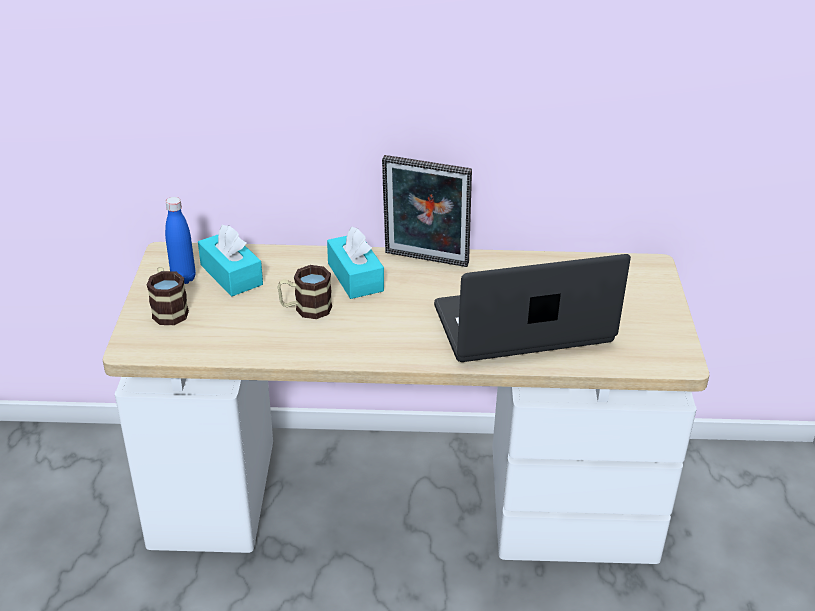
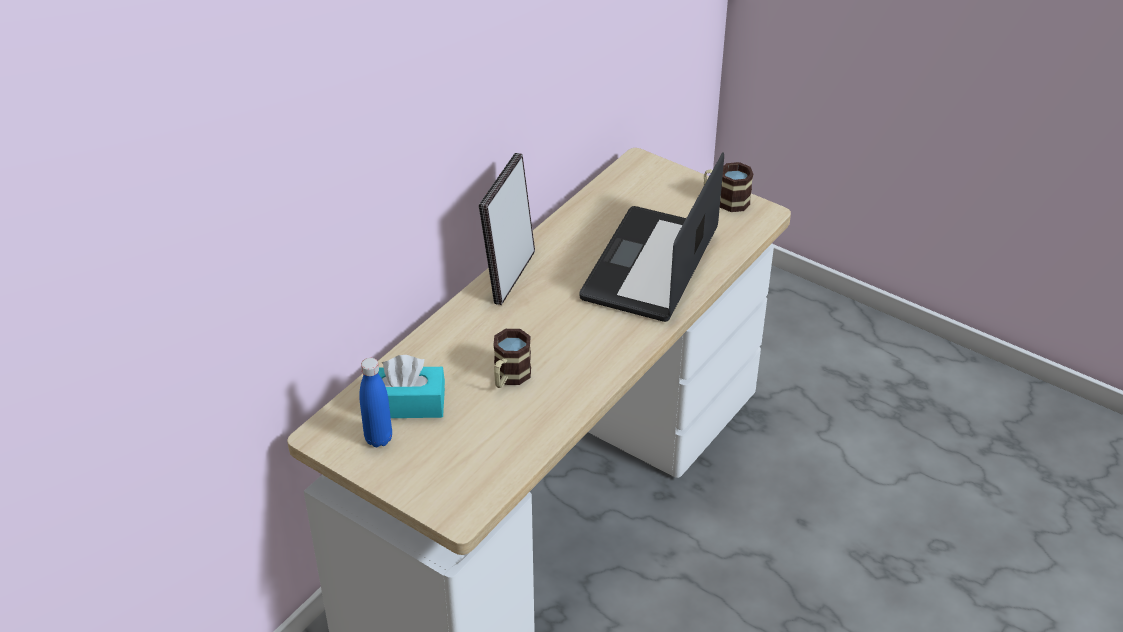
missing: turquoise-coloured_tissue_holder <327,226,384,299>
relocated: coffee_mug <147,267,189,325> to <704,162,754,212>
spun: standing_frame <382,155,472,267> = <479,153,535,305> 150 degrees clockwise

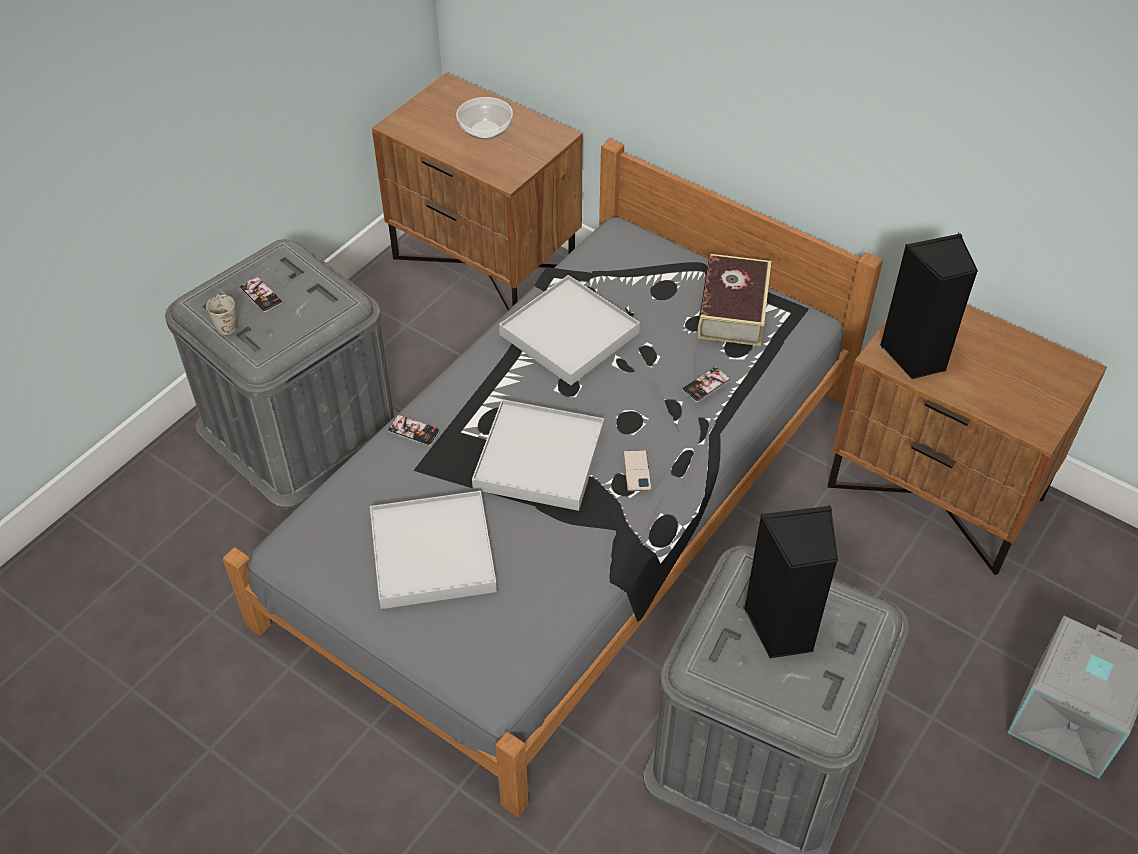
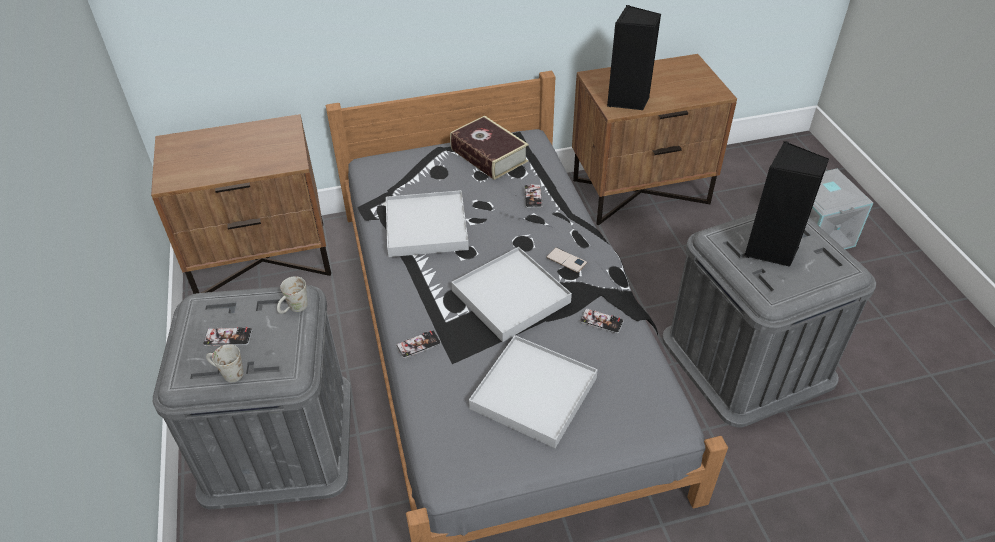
missing: deep_dish <456,97,513,140>
appeared: whitish_coffee_mug <277,276,307,314>; phone <580,308,624,334>

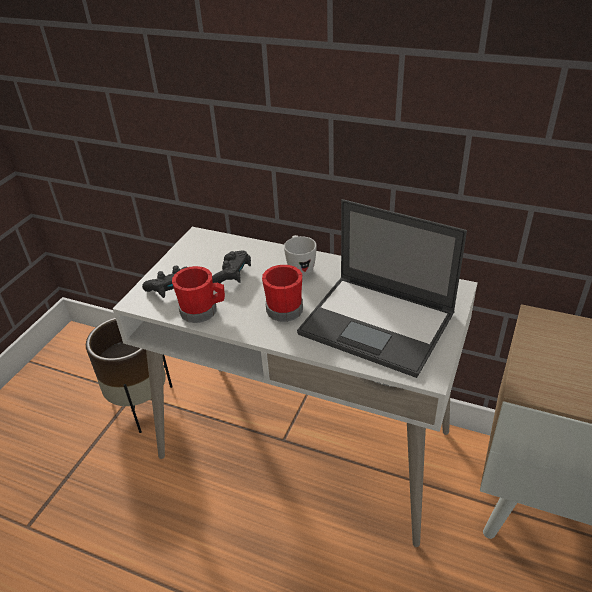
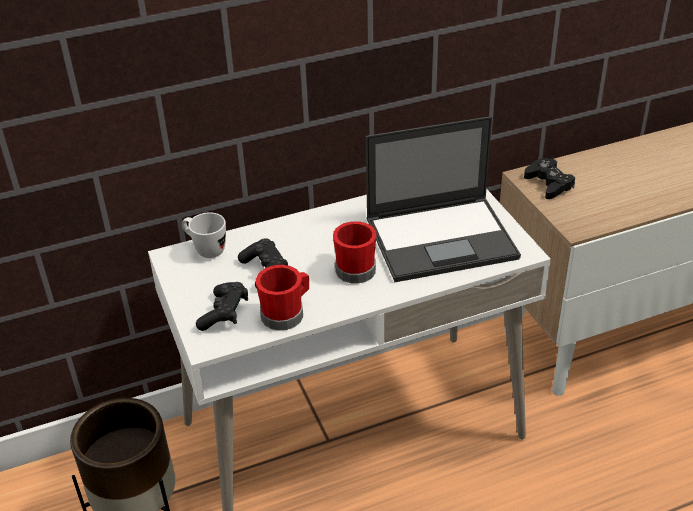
appeared: black-coloured_game_controller <524,158,575,199>
relocated: whitish_coffee_mug <284,235,317,276> to <182,212,226,258>

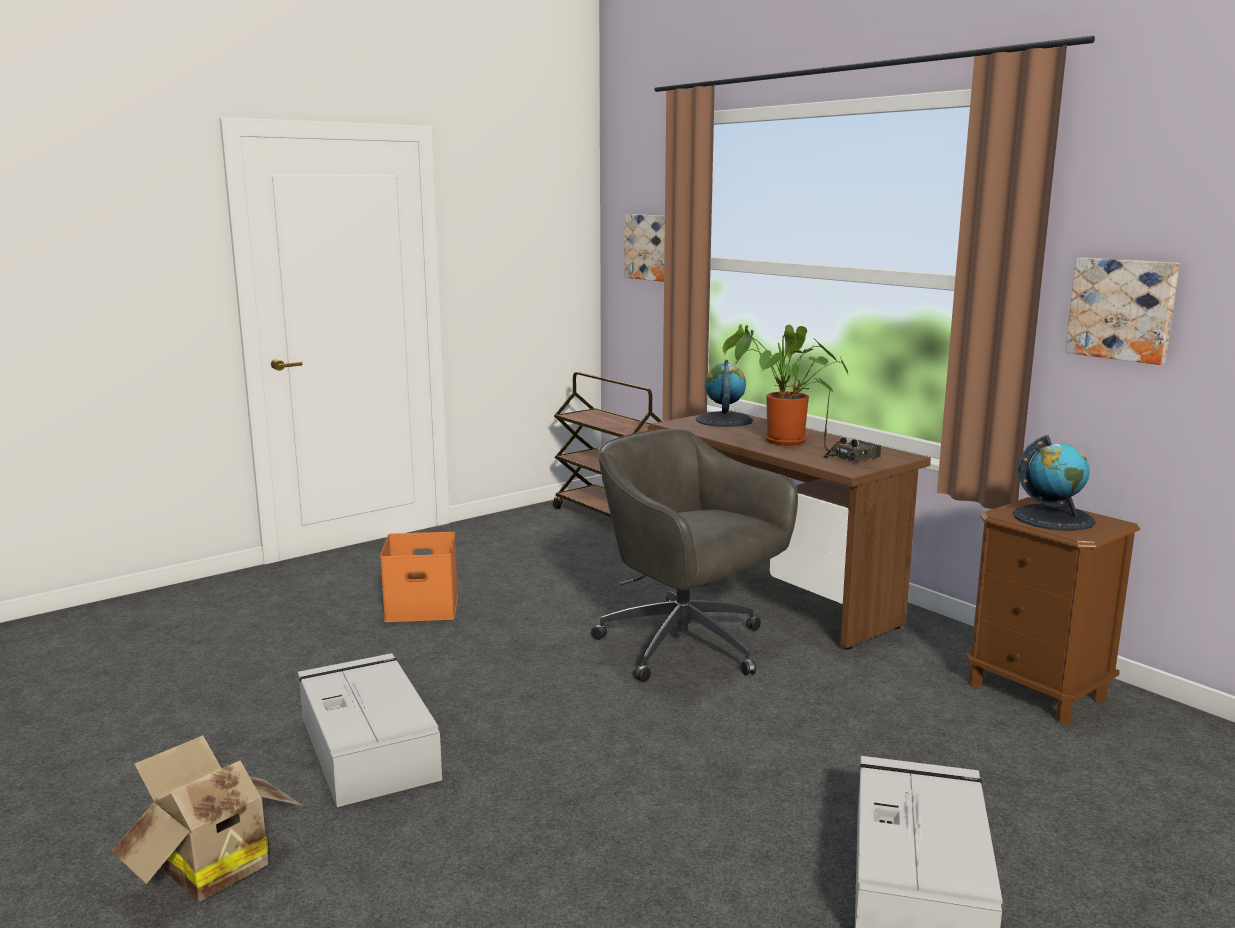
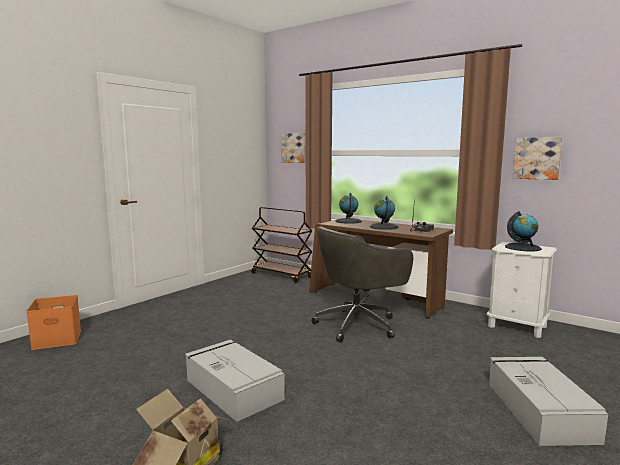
relocated: orangey_storage_box <380,532,458,622> to <27,295,81,350>
exchanged: plant_in_a_pot <723,324,849,446> to desk_globe <370,196,399,230>
colour: brown-coloured_nightstand <966,497,1140,724> to whitish_nightstand <487,242,557,338>
spun: greyish_computer_chair <591,429,798,682> = <311,226,413,342> 60 degrees counterclockwise

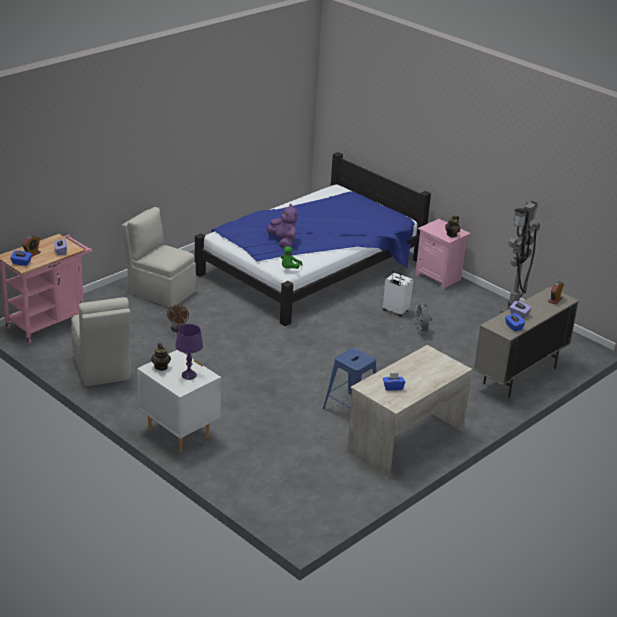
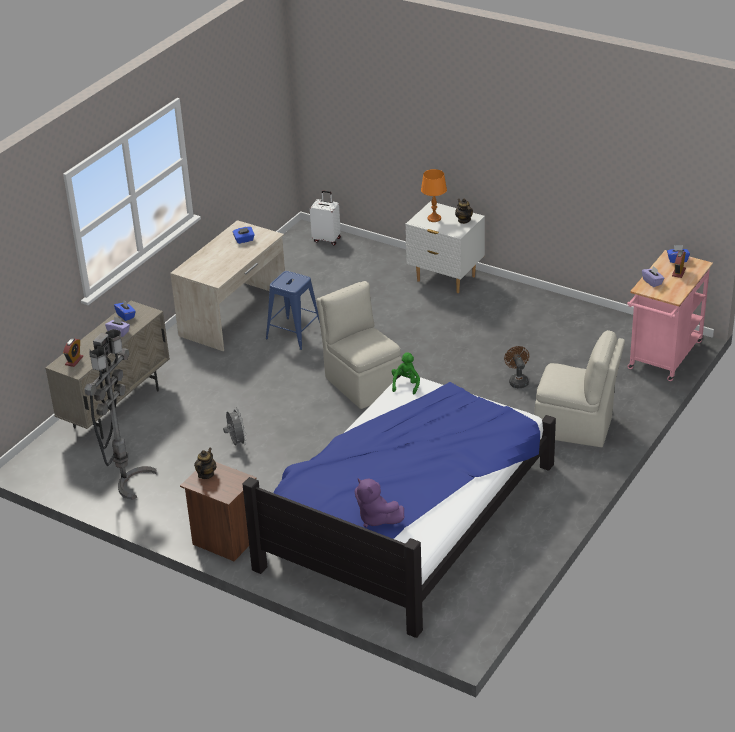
relocated: whitish_suitcase <383,271,413,317> to <310,190,341,245>; beige-coloured_chair <71,297,131,386> to <316,281,403,409>; purplish_soft_toy <267,204,298,248> to <355,478,404,527>
colour: pinkish_nightstand <415,219,470,289> to brown-coloured_nightstand <180,462,257,561>; purplish_table_lamp <175,324,203,380> to orangey_table_lamp <421,169,447,222>

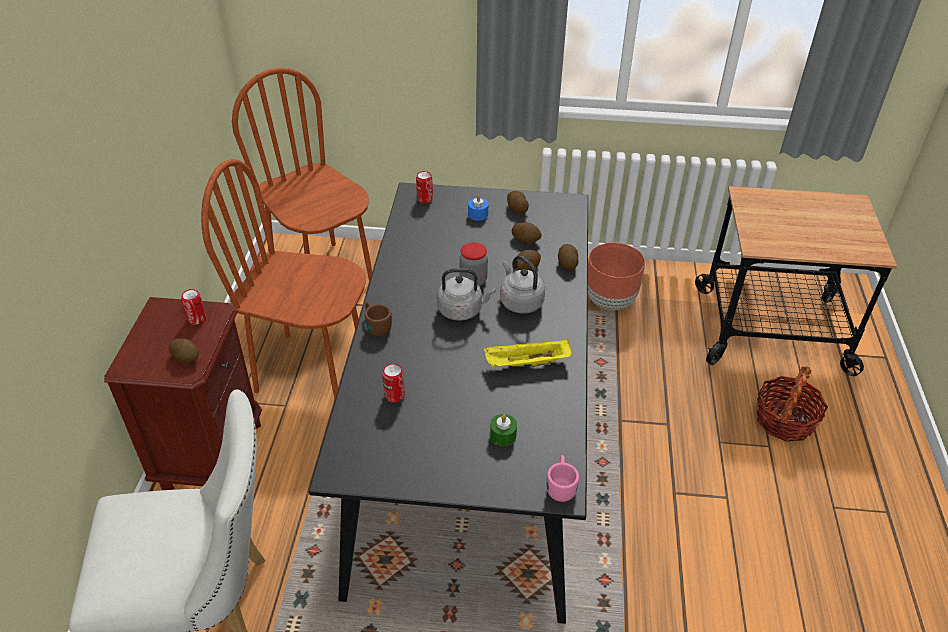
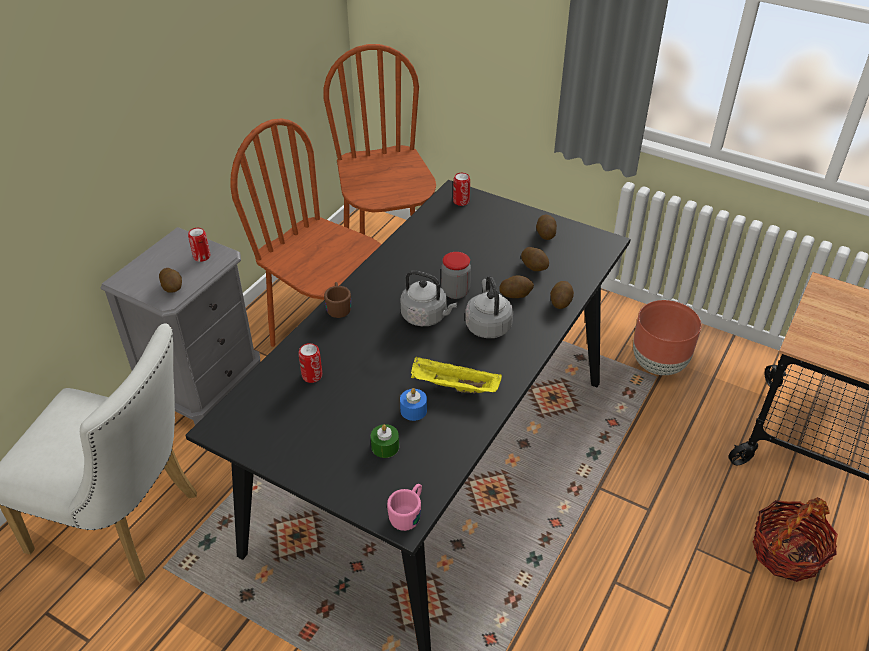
relocated: blue-coloured_wax_light <468,194,488,221> to <400,388,427,421>
colour: brown-coloured_nightstand <104,297,262,490> to greyish_nightstand <101,227,260,425>

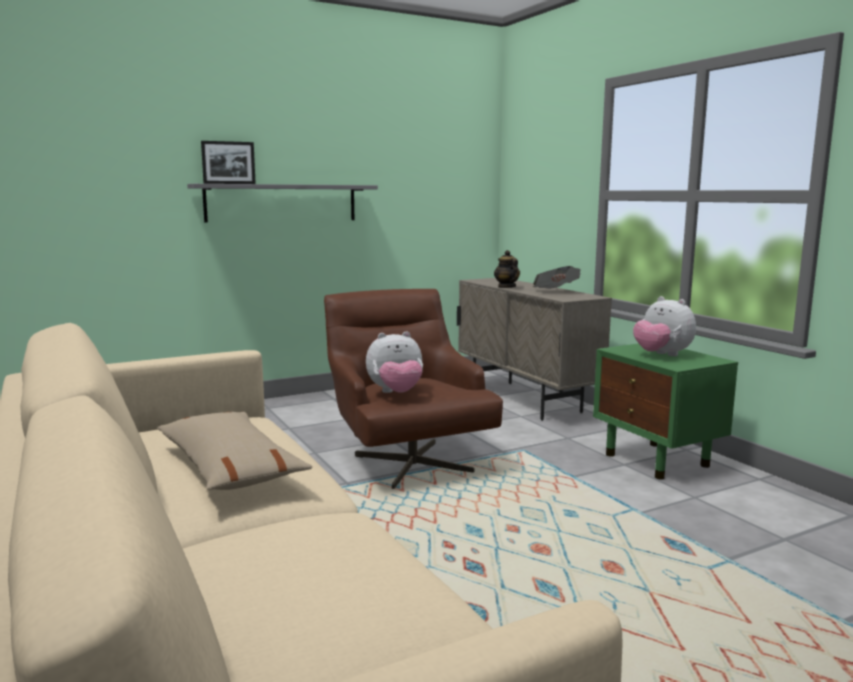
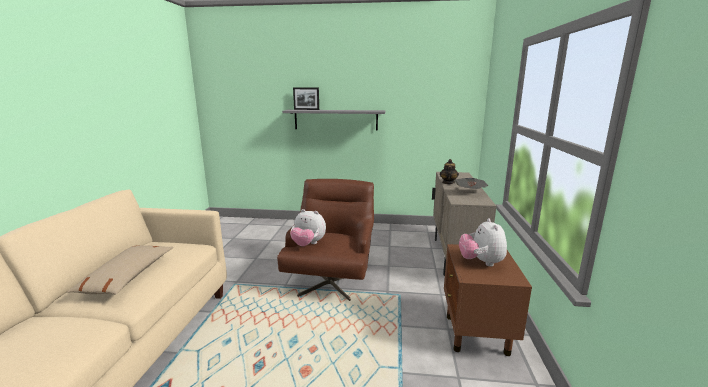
colour: greenish_nightstand <593,343,738,479> to brown-coloured_nightstand <444,244,532,356>

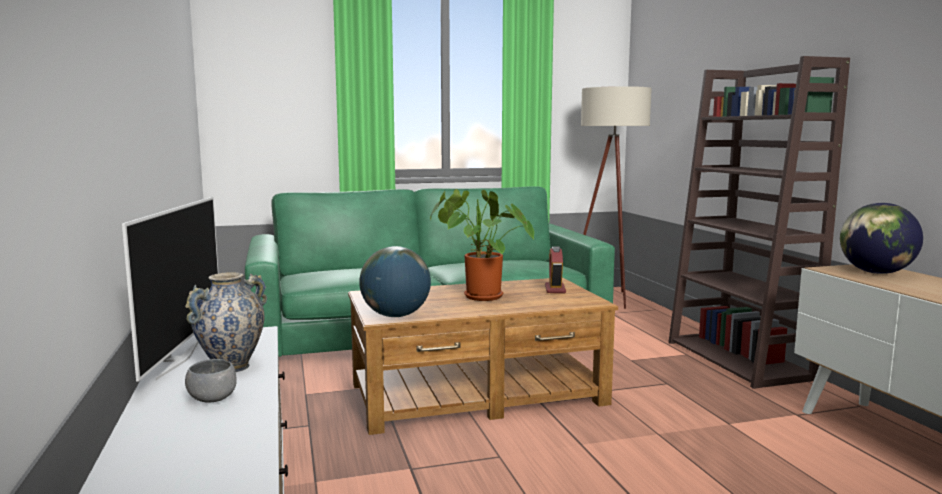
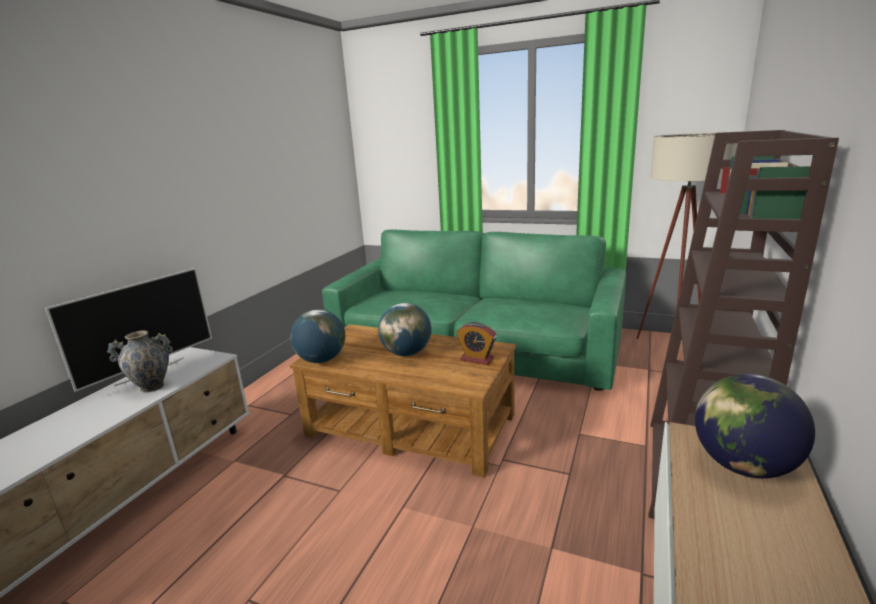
missing: greyish_deep_dish <185,359,237,402>
exchanged: plant_in_a_pot <430,189,534,301> to desk_globe <378,303,431,356>
spun: table_clock <545,246,566,293> = <456,322,497,365> 105 degrees counterclockwise

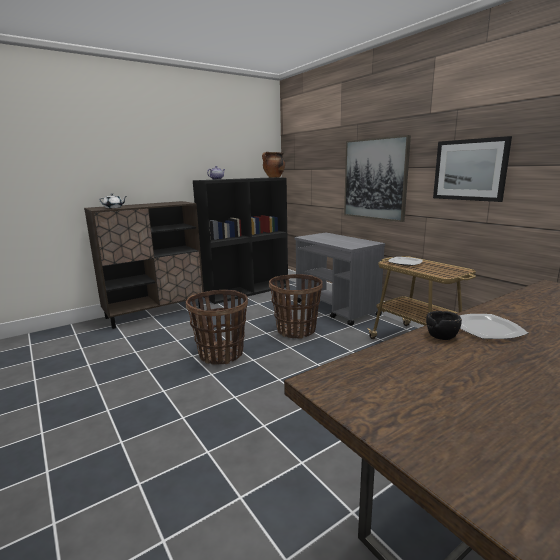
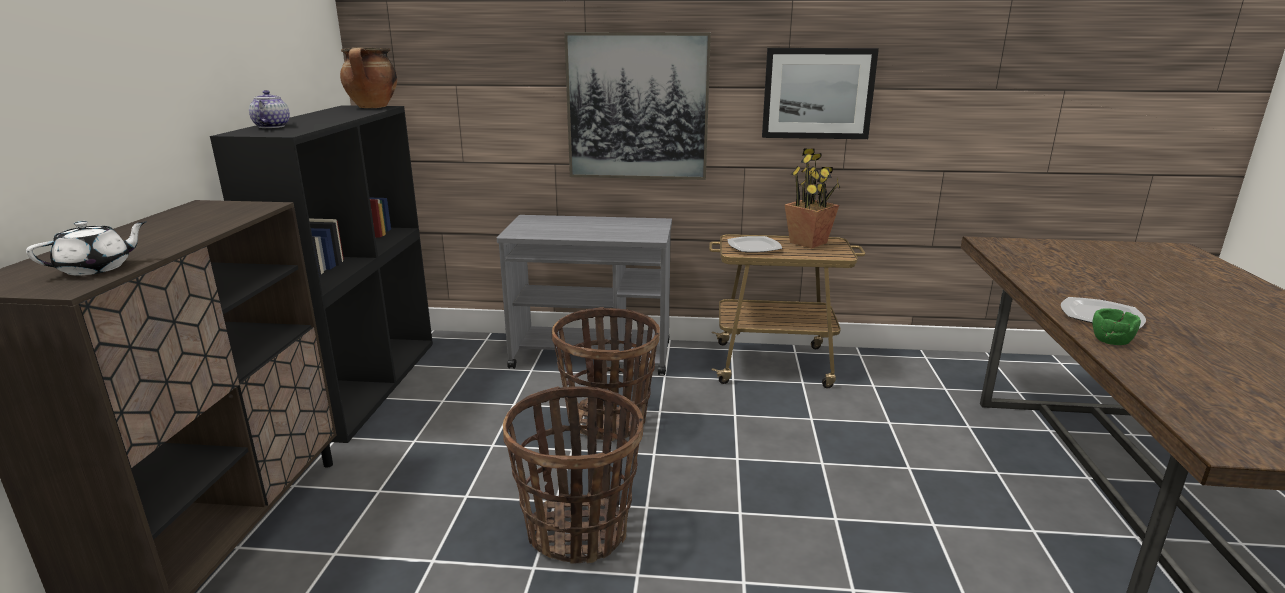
appeared: plant_in_a_pot <785,148,840,248>
colour: black-coloured_deep_dish <426,311,462,340> to greenish_deep_dish <1092,308,1141,345>

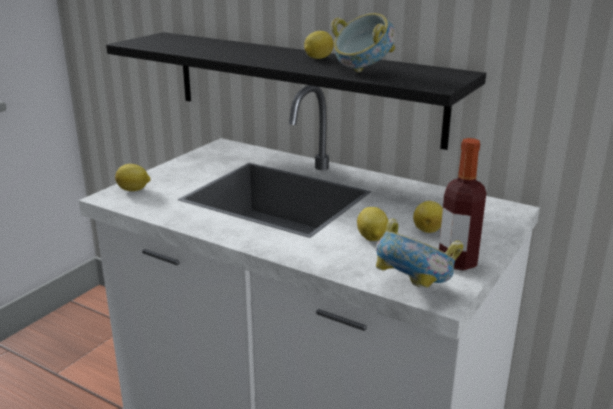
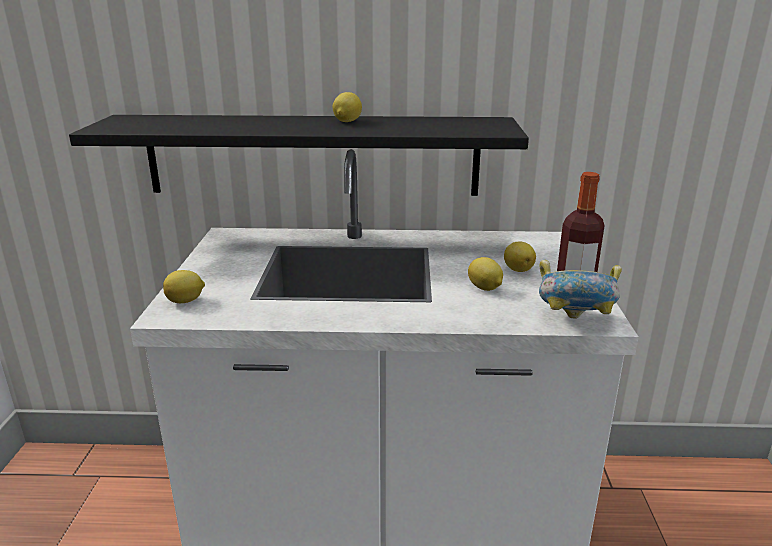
missing: deep_dish <331,13,395,72>

